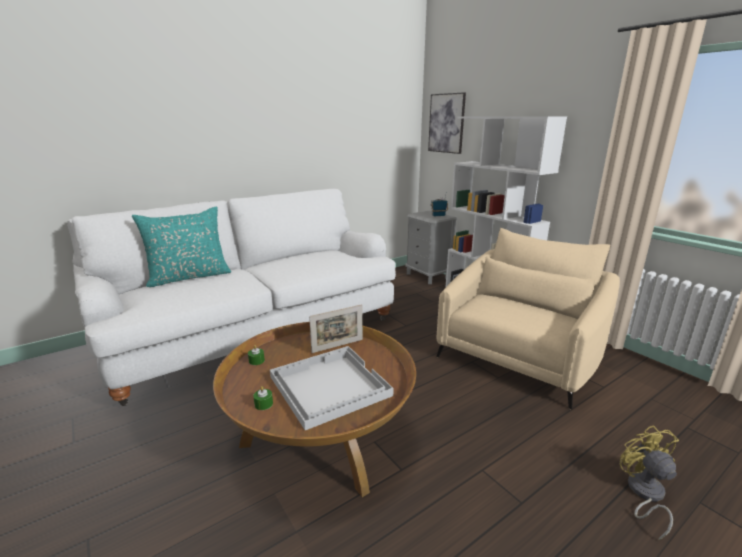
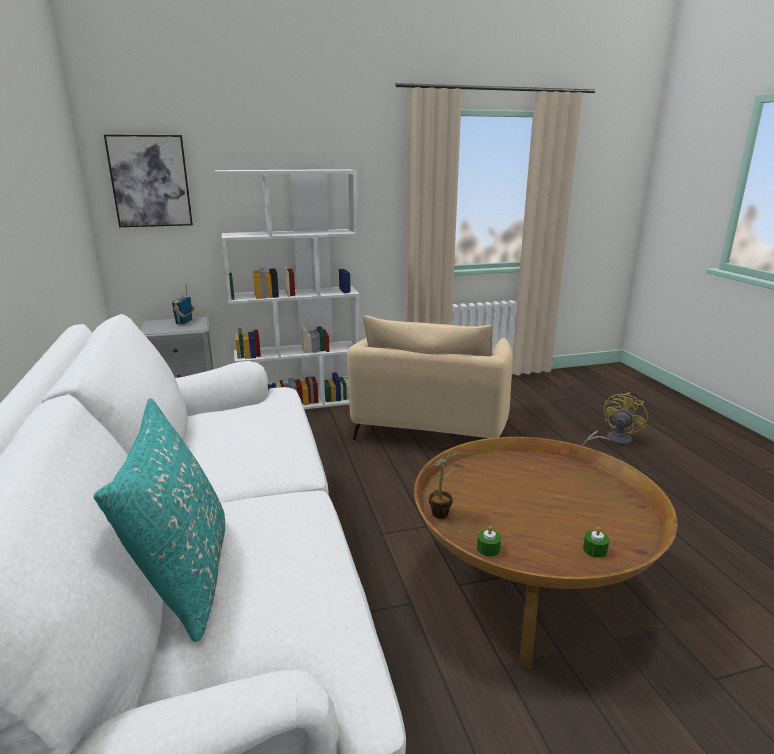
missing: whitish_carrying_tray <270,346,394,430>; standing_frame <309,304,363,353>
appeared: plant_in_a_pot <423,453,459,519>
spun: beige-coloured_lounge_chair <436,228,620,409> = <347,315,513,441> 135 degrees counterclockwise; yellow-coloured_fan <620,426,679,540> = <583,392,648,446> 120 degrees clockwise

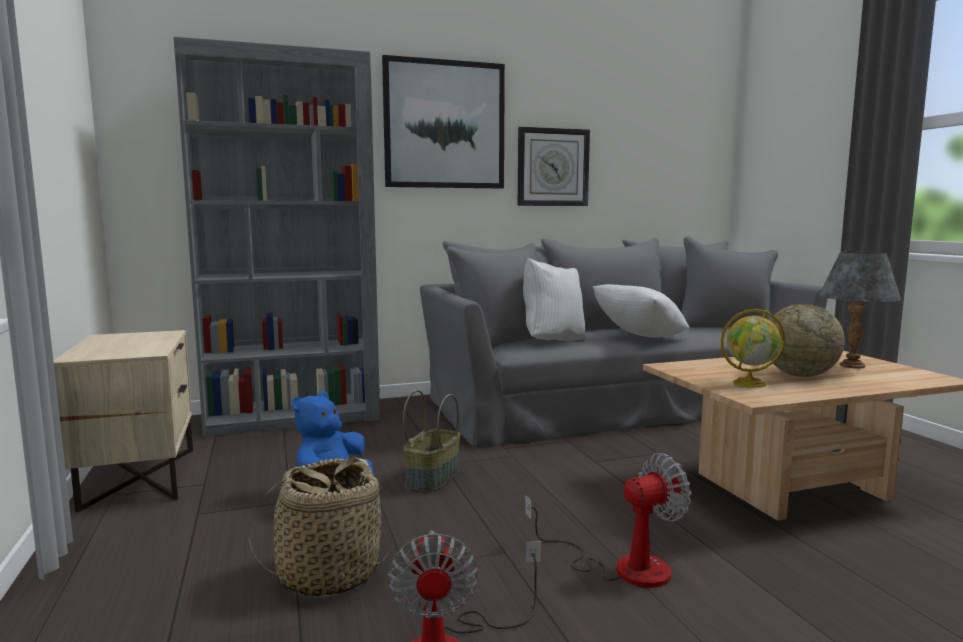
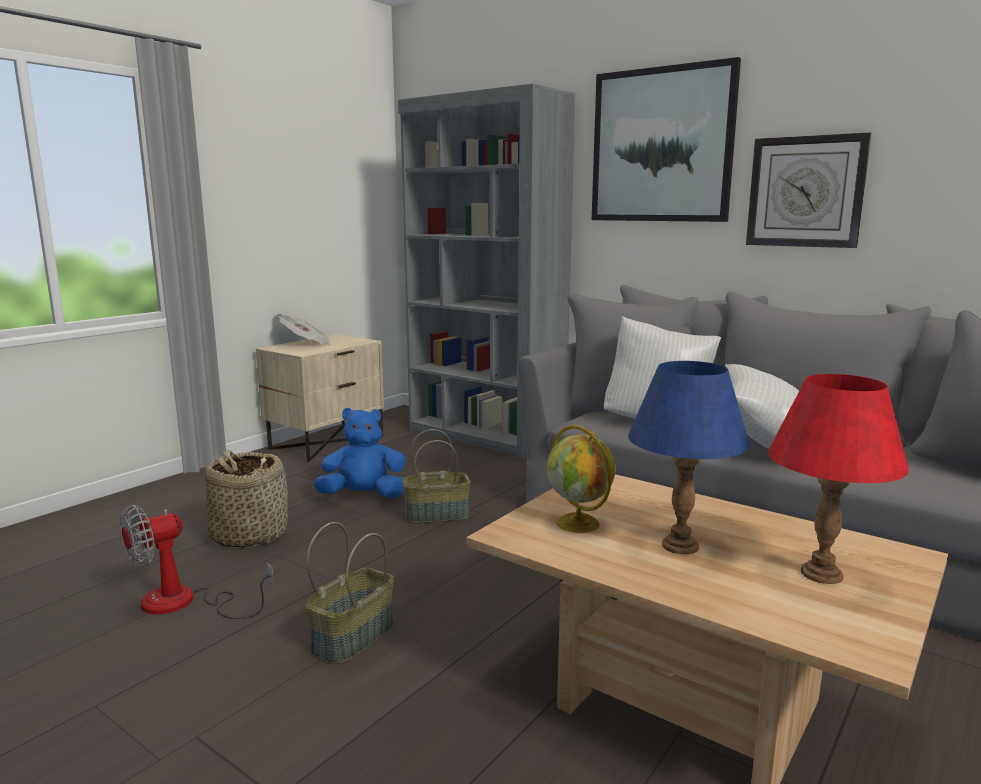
appeared: newspaper <277,314,330,345>
exchanged: fan <525,453,691,588> to storage_basket <305,522,394,664>; desk_globe <770,304,845,377> to blue-coloured_table_lamp <628,361,750,554>
colour: greyish_table_lamp <819,251,901,369> to red-coloured_table_lamp <768,374,909,584>

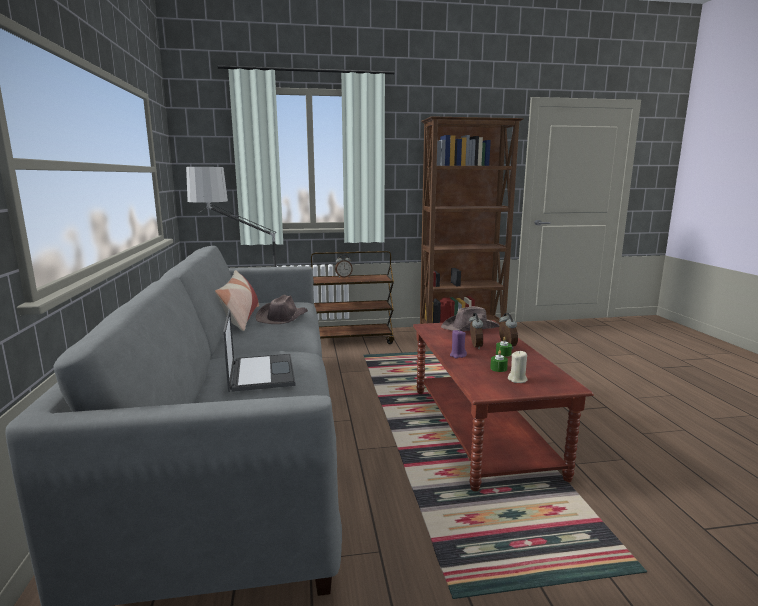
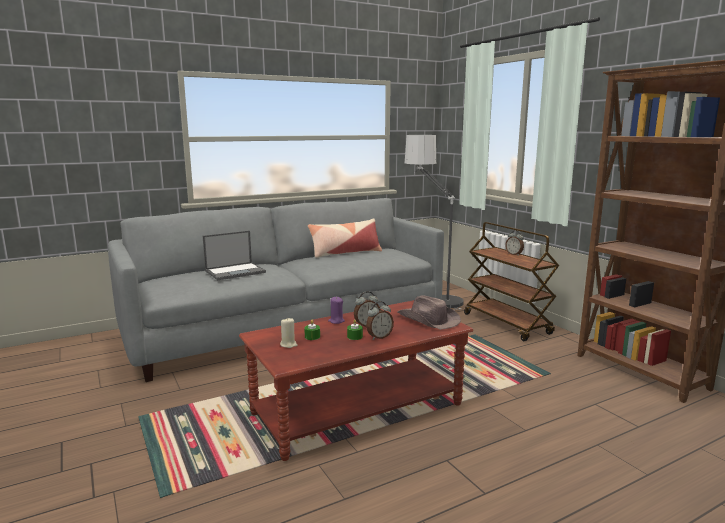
missing: brown-coloured_wearable_hat <255,295,308,324>

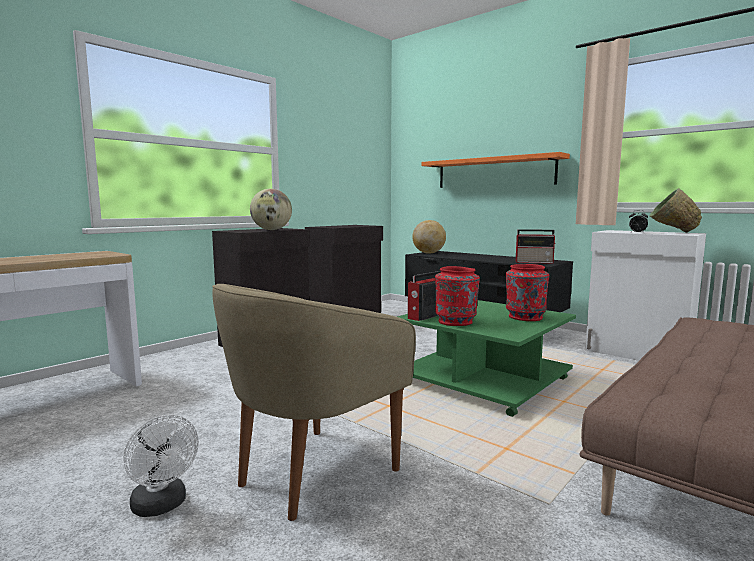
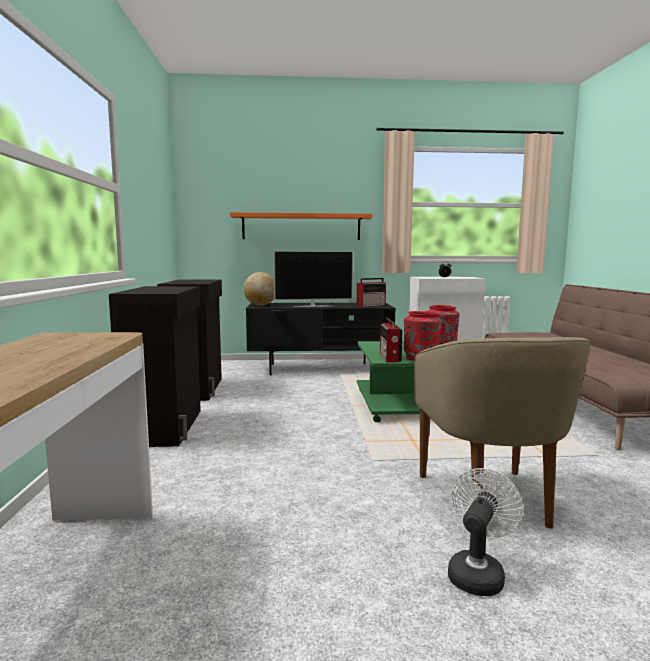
missing: desk_globe <250,189,292,230>; greenish_deep_dish <650,188,702,233>
appeared: television <274,251,353,307>
spun: whitish_fan <123,415,199,517> = <448,468,524,596> 60 degrees counterclockwise

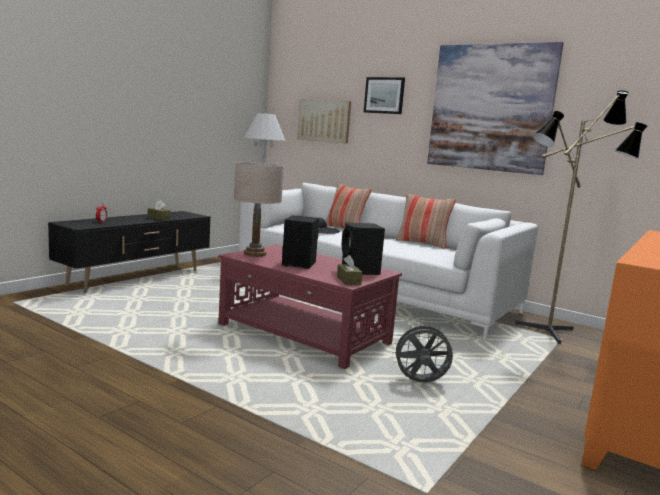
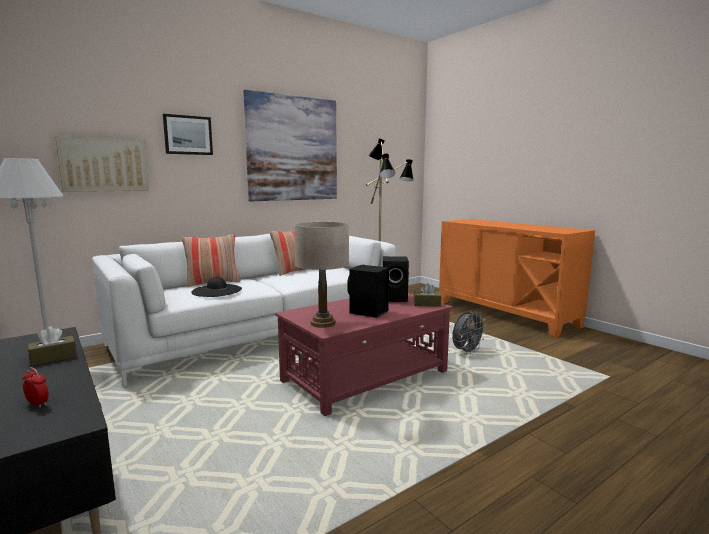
spun: greyish_fan <392,321,454,383> = <452,311,486,355> 150 degrees counterclockwise

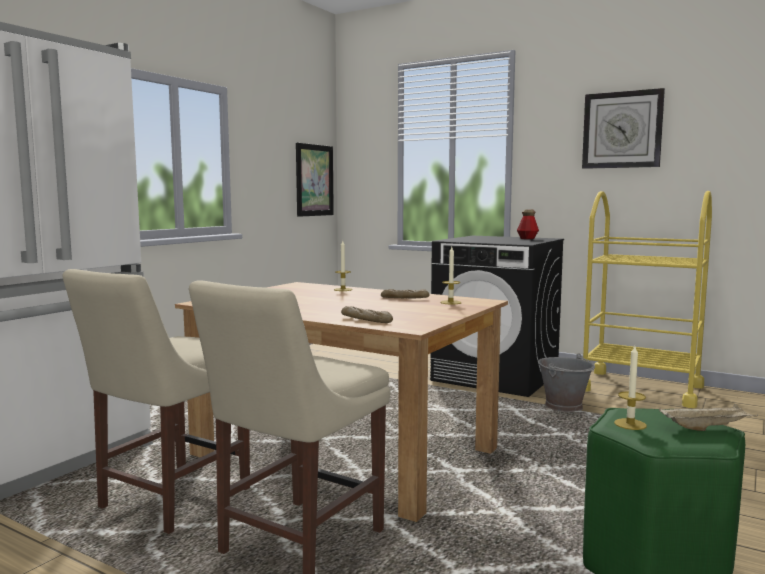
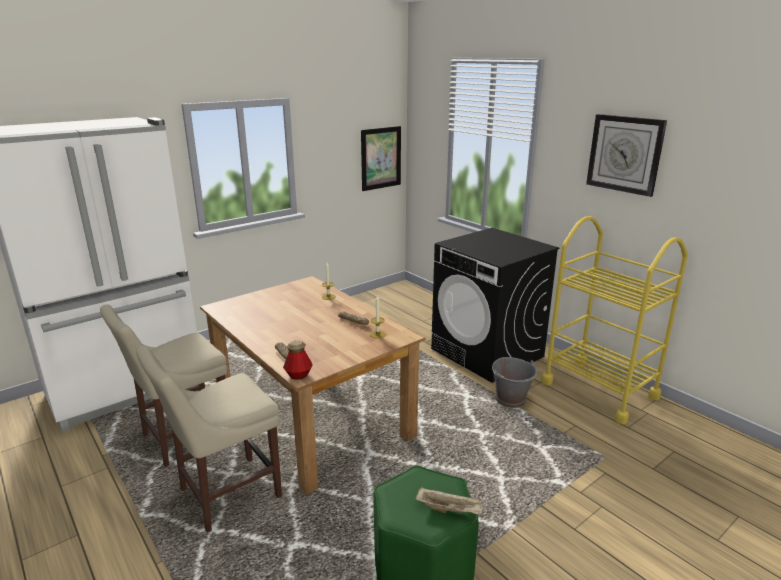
missing: wax_light <614,346,647,430>
relocated: drink_bottle <517,209,539,239> to <283,340,313,379>

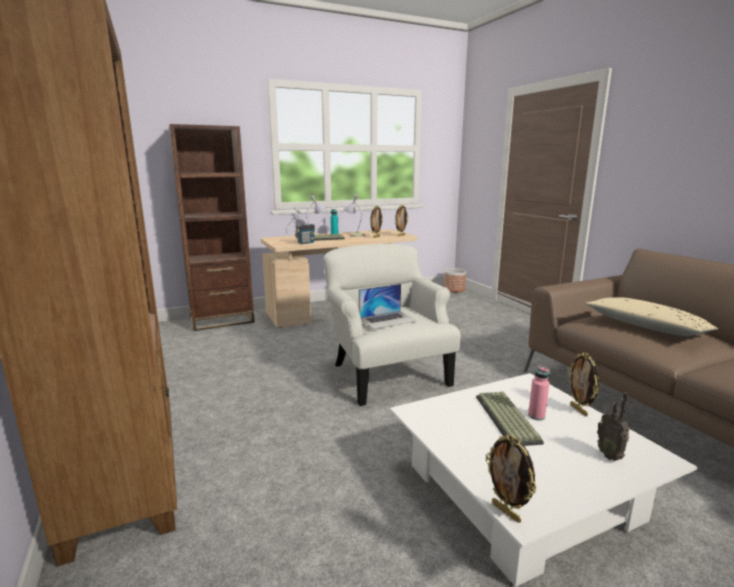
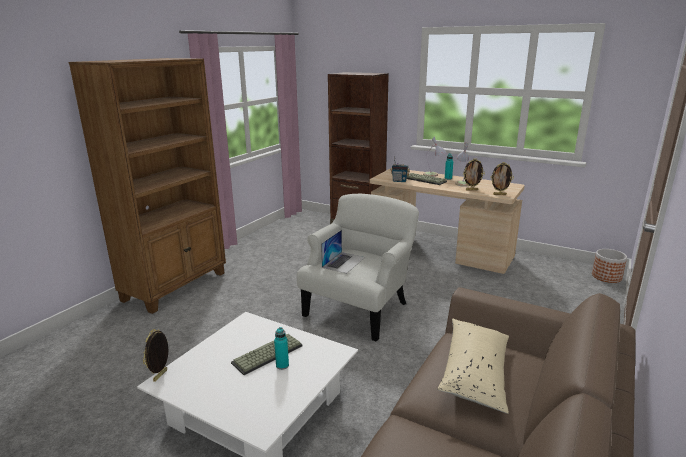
missing: standing_frame <568,352,599,417>; radio_receiver <597,392,629,461>
colour: pinkish_drink_bottle <528,366,550,421> to turquoise-coloured_drink_bottle <274,327,289,370>
spun: portable_computer <359,284,417,329> = <321,230,365,274> 90 degrees counterclockwise

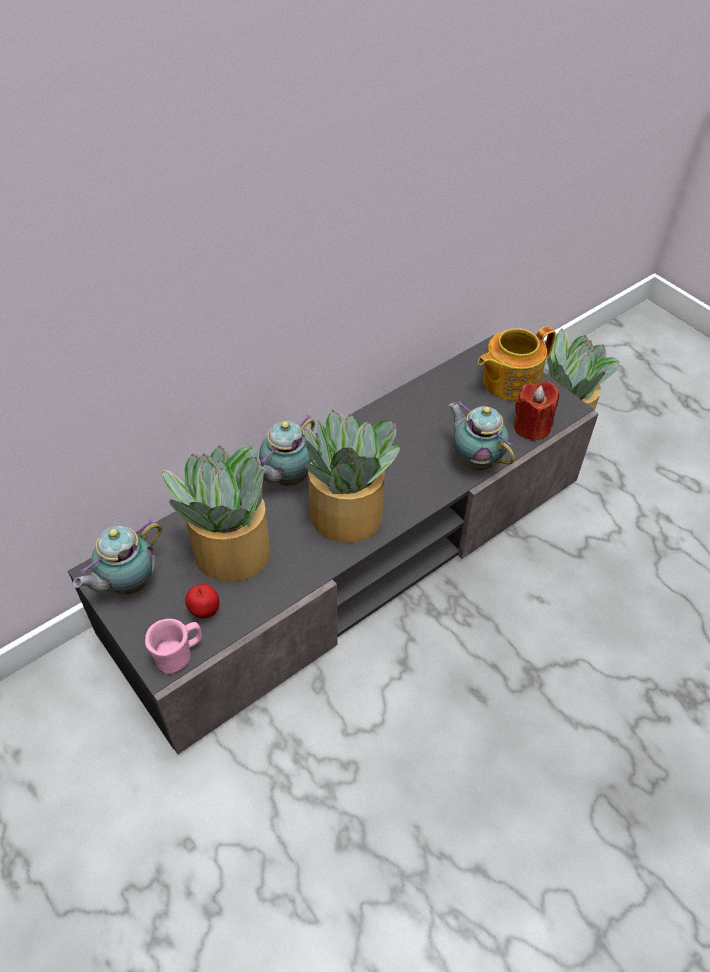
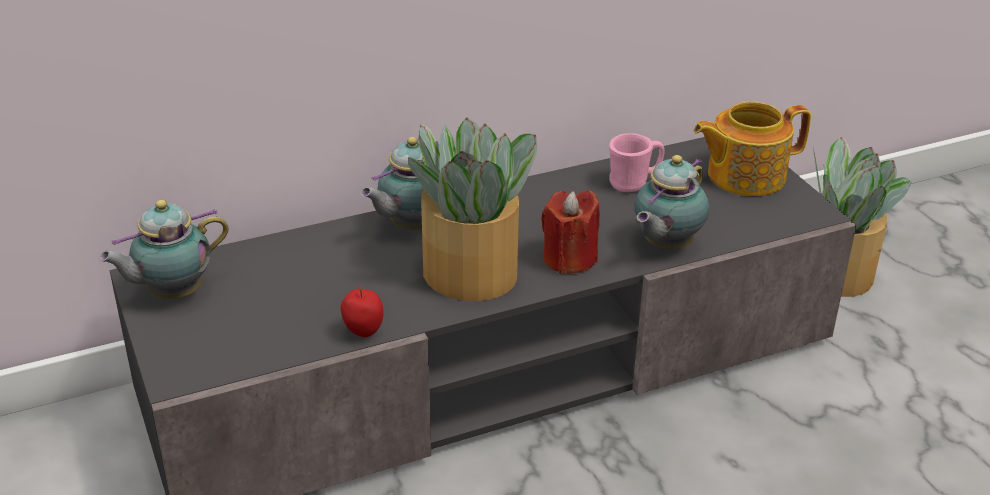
missing: plant_in_a_pot <162,445,271,582>
relocated: apple <185,584,220,619> to <341,286,384,337>; red-coloured_wax_light <514,381,559,441> to <541,190,600,274>; pinkish_coffee_mug <145,619,202,674> to <609,133,665,192>
spun: pot_for_tea <449,401,515,470> = <635,155,709,249> 120 degrees counterclockwise

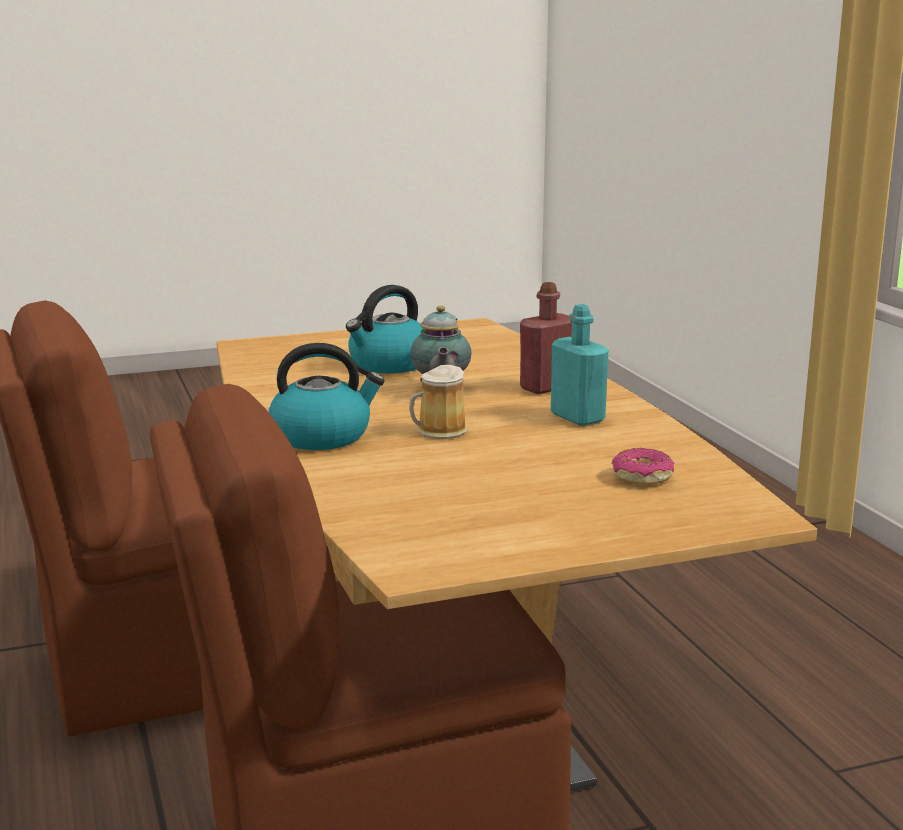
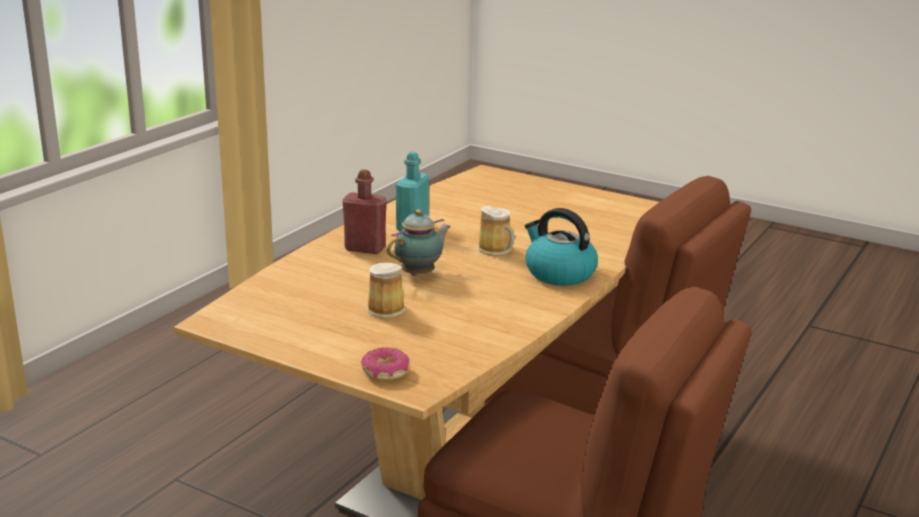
relocated: ring_doughnut <612,448,674,485> to <361,347,410,380>
exchanged: tea_kettle <346,285,424,373> to coffee_mug <367,263,406,318>

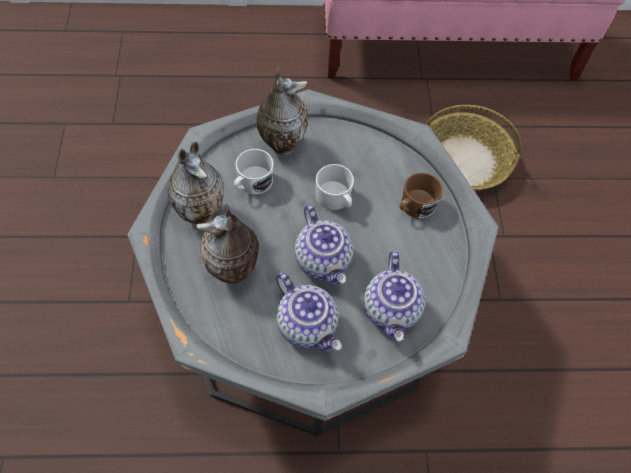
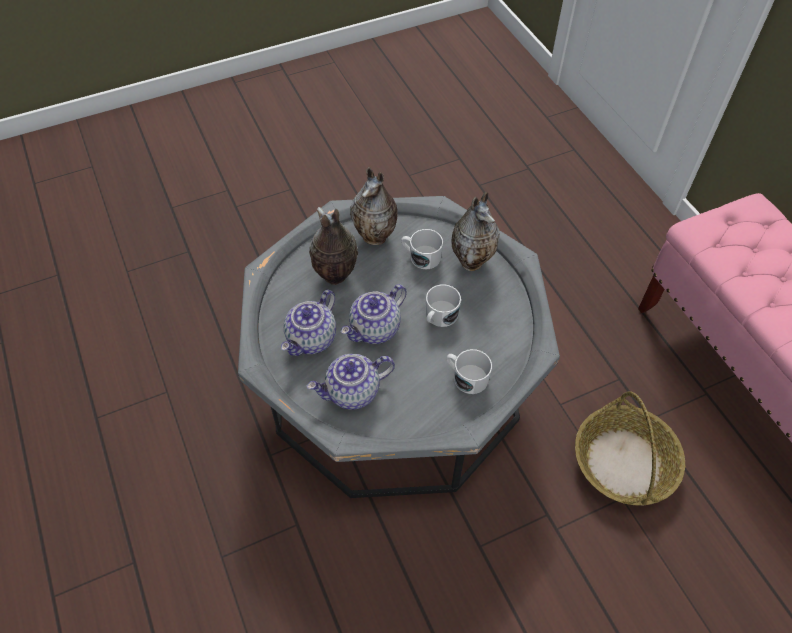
colour: brown-coloured_coffee_mug <400,173,443,219> to whitish_coffee_mug <446,349,492,394>

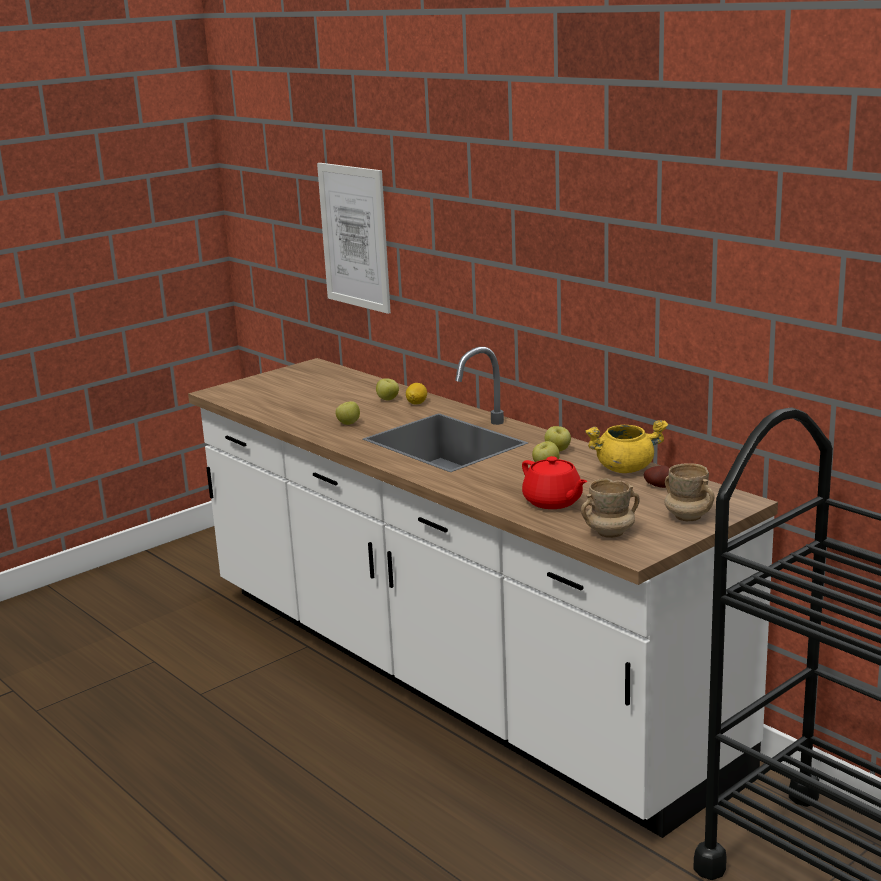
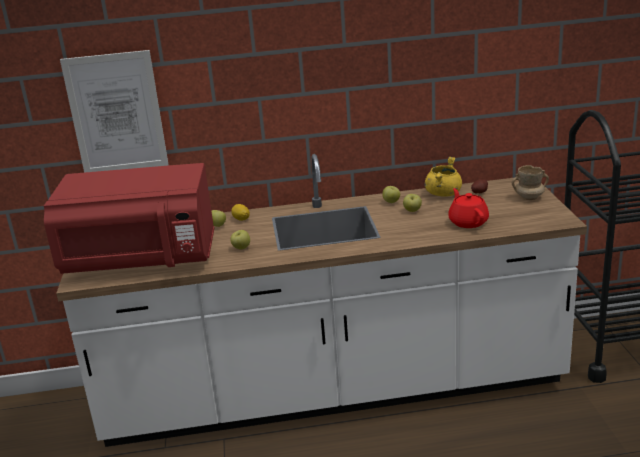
missing: beige-coloured_coffee_mug <581,478,639,538>
appeared: red-coloured_microwave <44,163,214,274>
spun: red-coloured_pot_for_tea <522,456,588,509> = <448,188,489,228> 105 degrees counterclockwise

